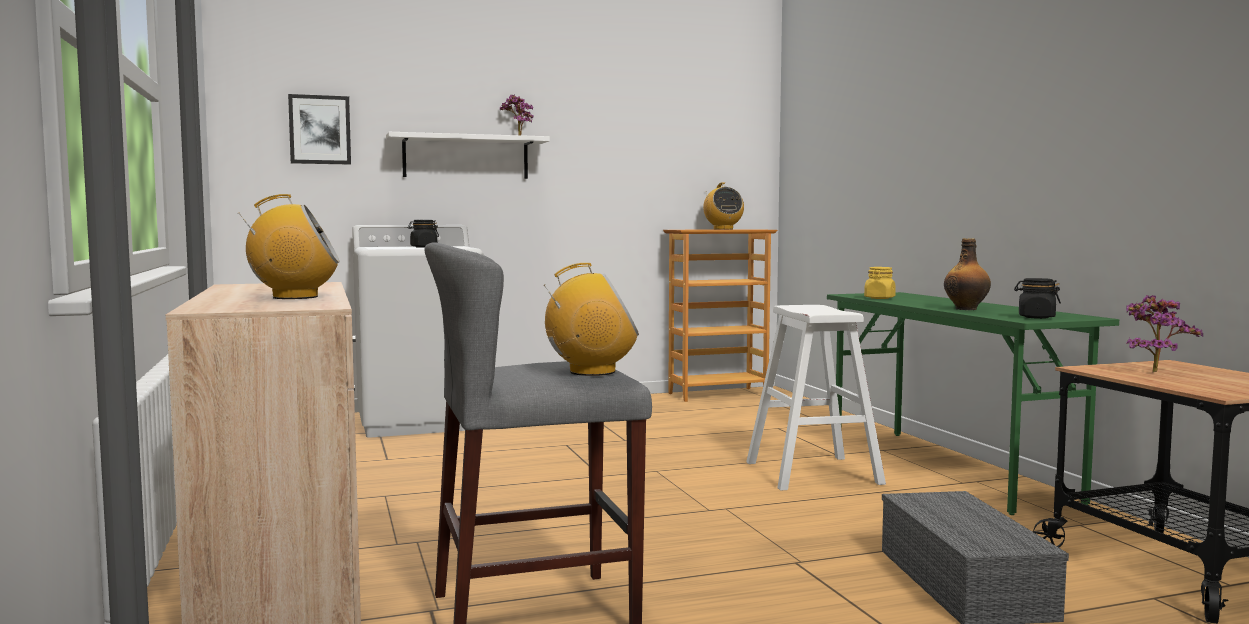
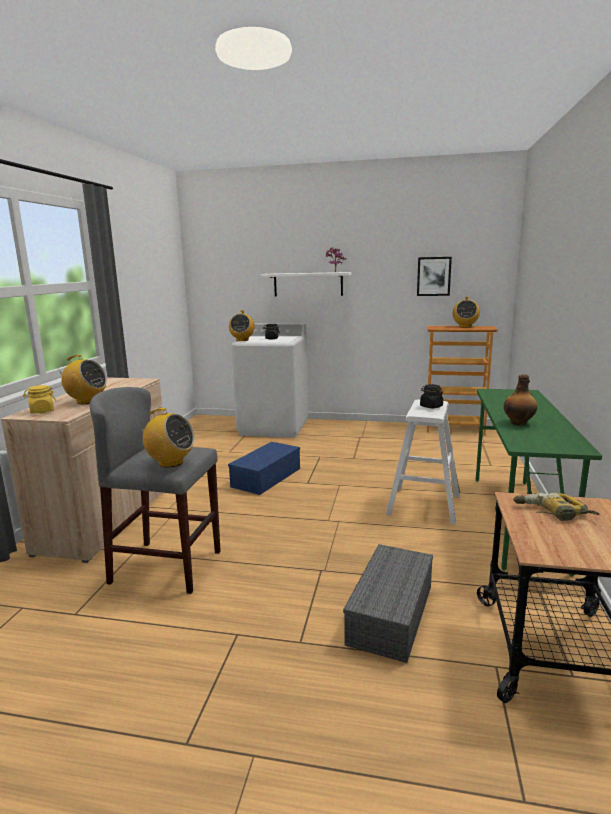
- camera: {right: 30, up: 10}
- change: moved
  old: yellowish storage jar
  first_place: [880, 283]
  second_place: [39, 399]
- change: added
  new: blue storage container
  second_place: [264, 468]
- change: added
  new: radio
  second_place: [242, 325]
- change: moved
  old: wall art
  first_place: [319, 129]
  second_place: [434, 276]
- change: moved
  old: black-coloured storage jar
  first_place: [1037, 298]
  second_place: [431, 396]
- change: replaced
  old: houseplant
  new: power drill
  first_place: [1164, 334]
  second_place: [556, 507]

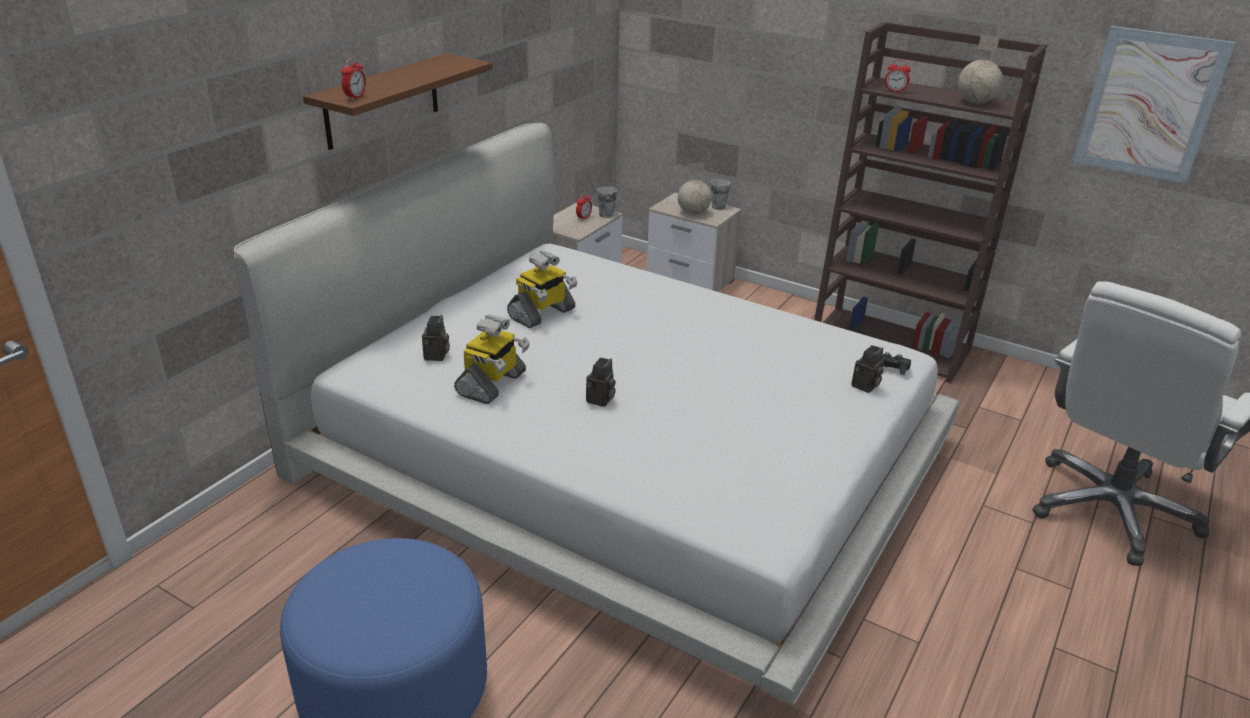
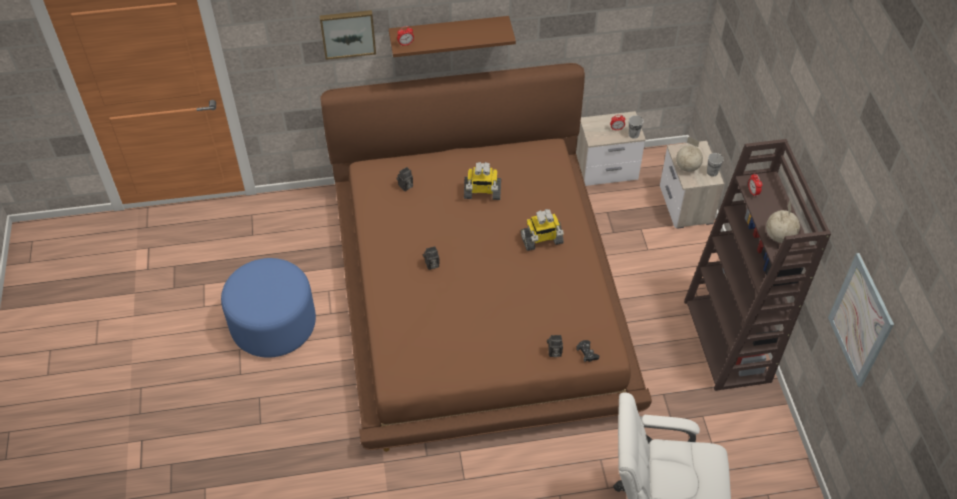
- camera: {right: 50, up: 20}
- change: added
  new: wall art
  second_place: [348, 35]
- change: recoloured
  old: white bed
  new: brown bed
  first_place: [597, 414]
  second_place: [486, 257]
- change: moved
  old: toy robot
  first_place: [492, 359]
  second_place: [542, 230]

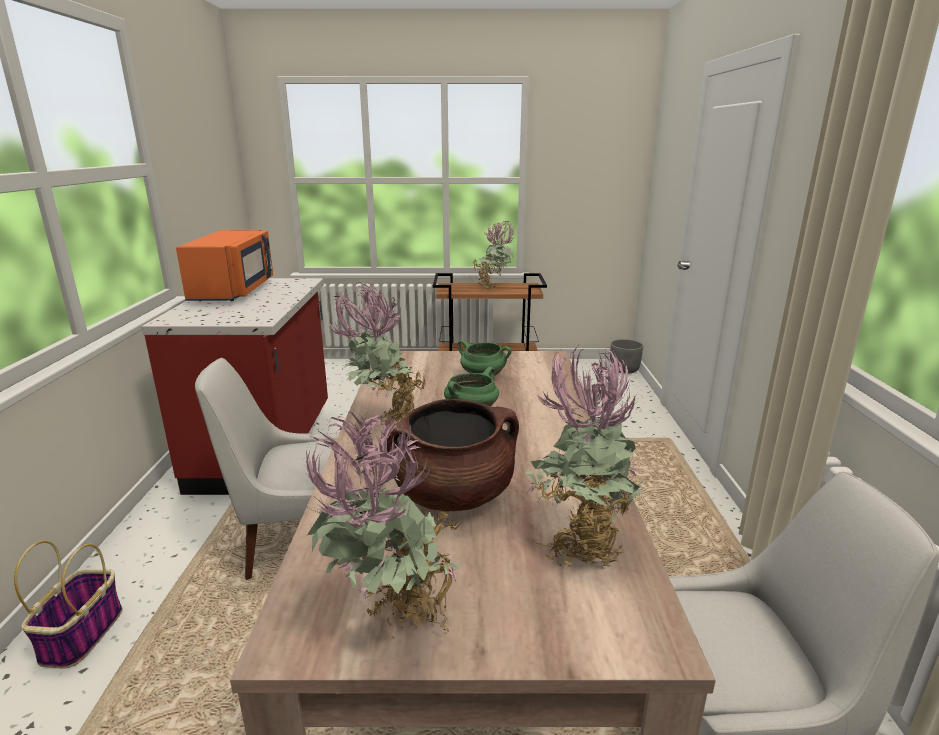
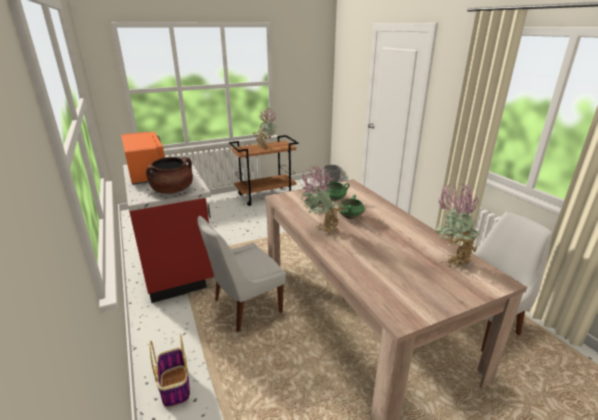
- camera: {right: -25, up: 5}
- change: moved
  old: brown cooking pot
  first_place: [453, 455]
  second_place: [169, 175]
- change: removed
  old: houseplant
  first_place: [383, 526]

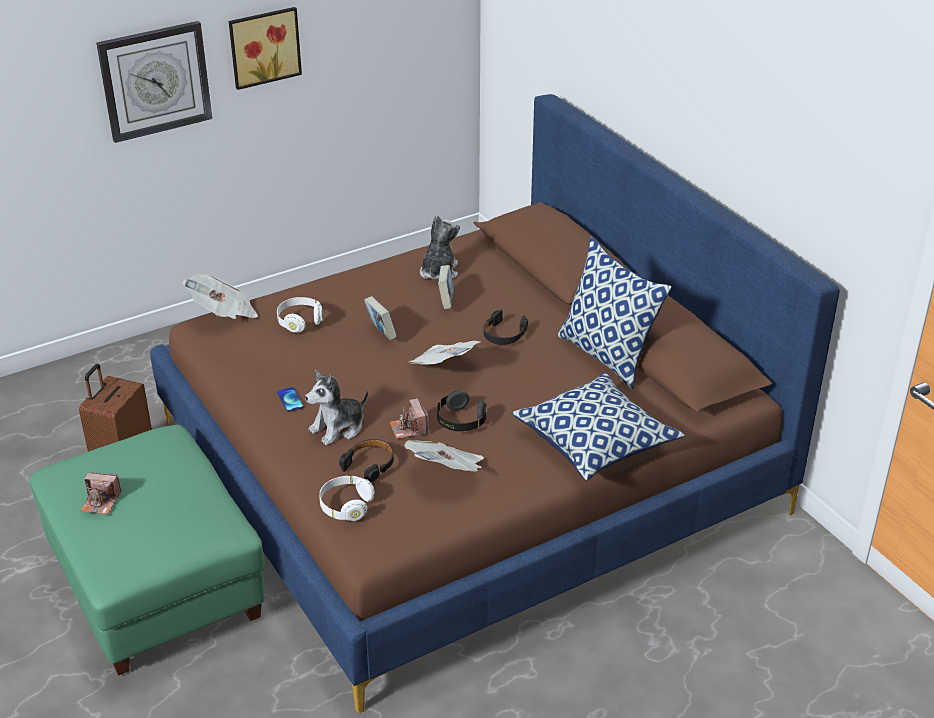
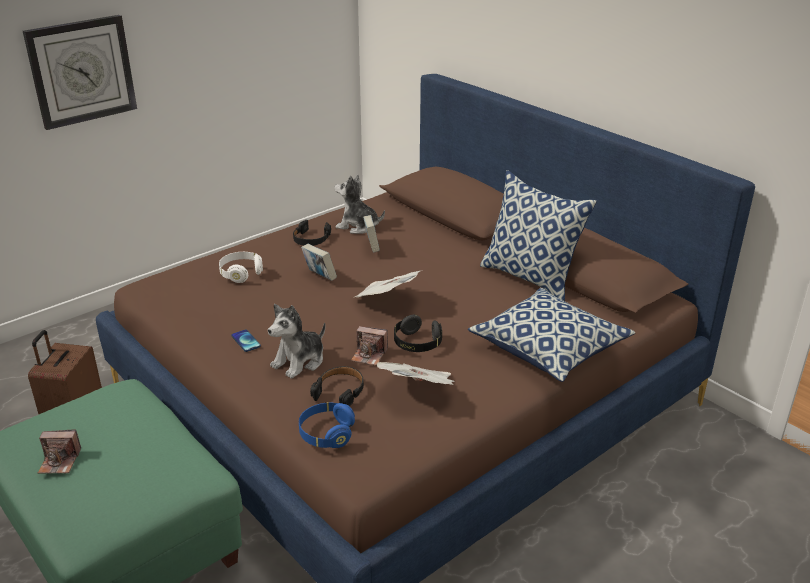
- camera: {right: -10, up: -5}
- change: moved
  old: black-coloured headphones
  first_place: [505, 327]
  second_place: [312, 233]
- change: recoloured
  old: white headphones
  new: blue headphones
  first_place: [347, 498]
  second_place: [327, 425]
- change: turned
  old: plush toy
  first_place: [440, 247]
  second_place: [359, 204]
  degrees: -75
- change: turned
  old: photo camera
  first_place: [409, 418]
  second_place: [369, 346]
  degrees: -45
- change: removed
  old: daily paper
  first_place: [220, 296]
- change: removed
  old: wall art
  first_place: [265, 48]

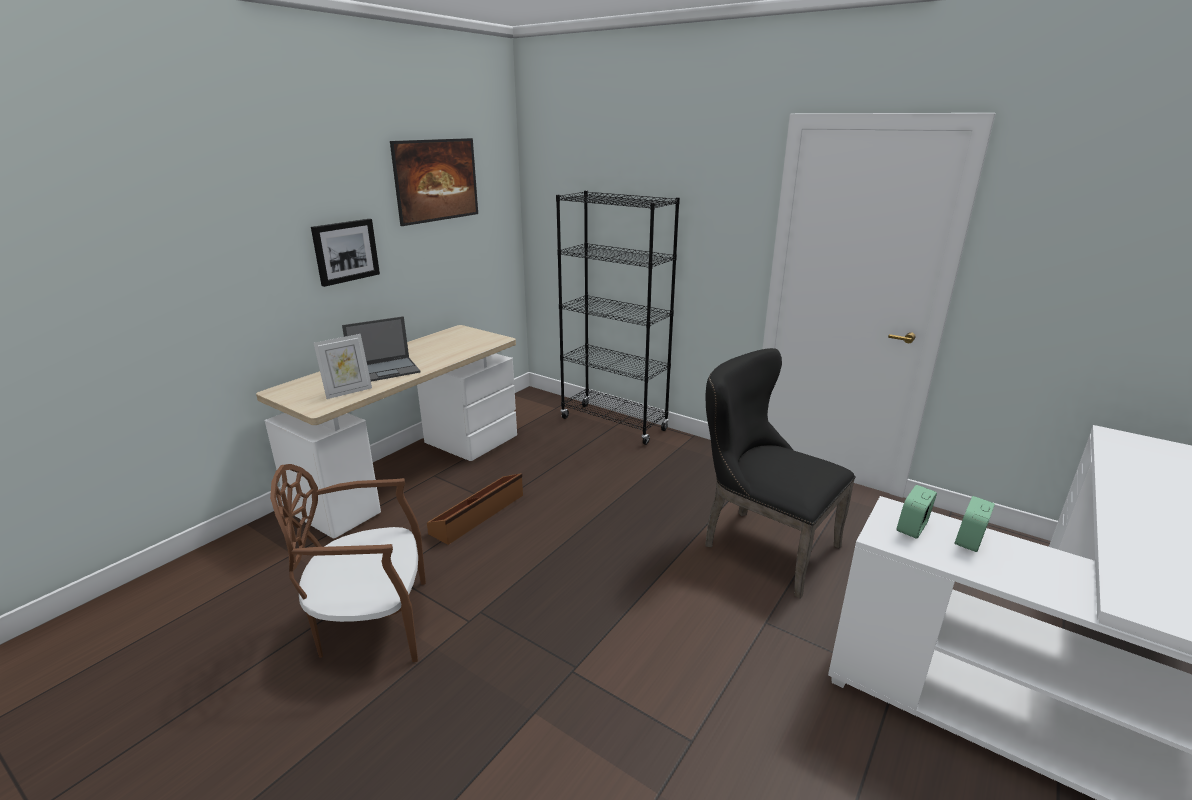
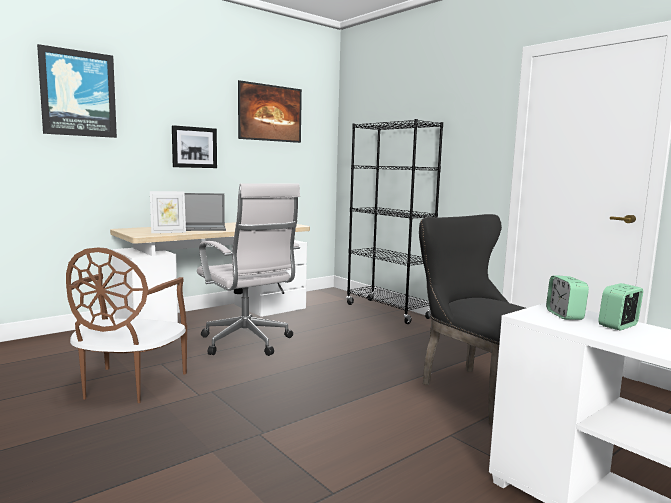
- camera: {right: 15, up: -15}
- change: added
  new: wall art
  second_place: [77, 91]
- change: turned
  old: brown upright chair
  first_place: [348, 563]
  second_place: [126, 325]
  degrees: -90
- change: replaced
  old: brown storage container
  new: white office chair
  first_place: [475, 509]
  second_place: [248, 269]
- change: turned
  old: table clock
  first_place: [916, 512]
  second_place: [567, 297]
  degrees: -60

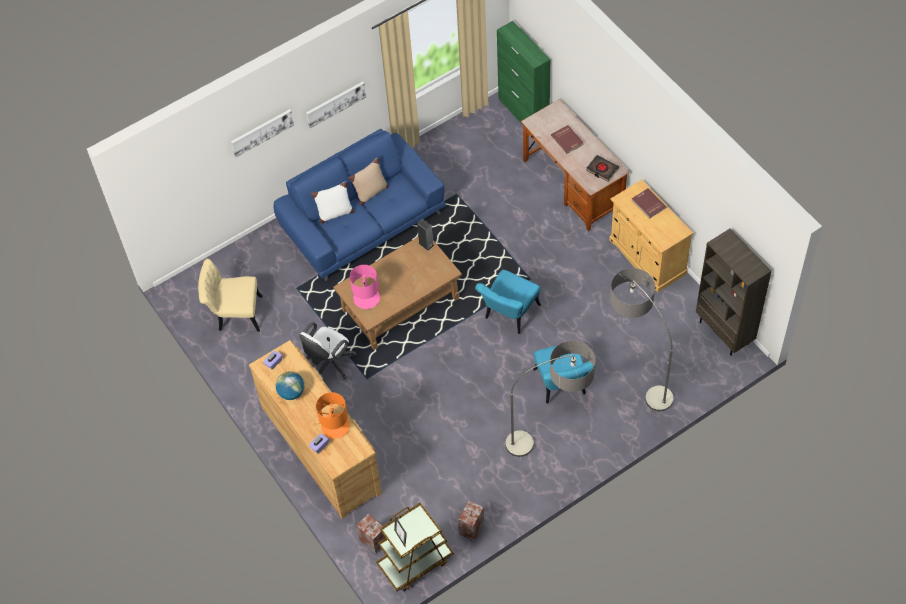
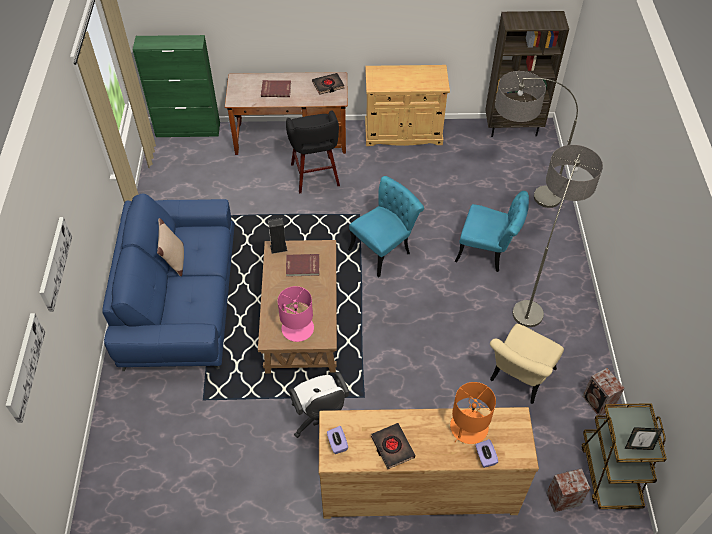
- camera: {right: -60, up: -5}
- change: moved
  old: wall art
  first_place: [336, 105]
  second_place: [25, 368]
- change: added
  new: black-coloured sitting stool
  second_place: [313, 152]
- change: moved
  old: red bound book
  first_place: [649, 203]
  second_place: [302, 265]
- change: turned
  old: blue-green upright chair
  first_place: [508, 302]
  second_place: [386, 226]
  degrees: -105
- change: replaced
  old: globe
  new: black-coloured bound book
  first_place: [290, 385]
  second_place: [393, 446]
- change: moved
  old: beige-coloured upright chair
  first_place: [230, 295]
  second_place: [527, 364]
- change: removed
  old: white cushion
  first_place: [332, 202]

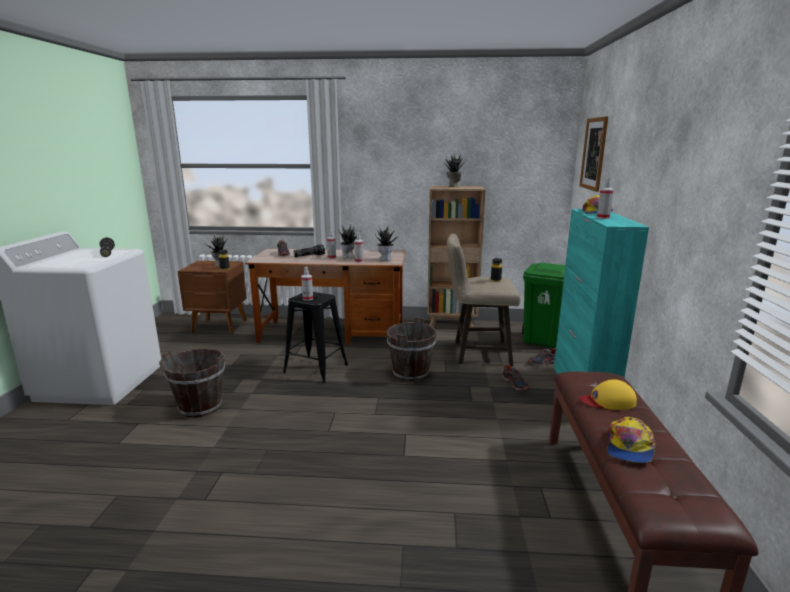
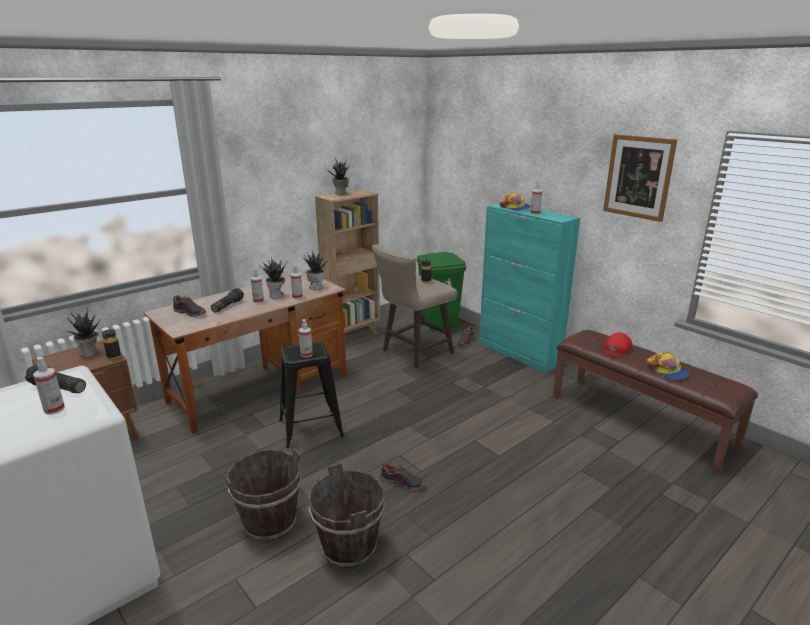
- camera: {right: -45, up: 5}
- change: added
  new: hand sprayer
  second_place: [49, 386]
- change: moved
  old: brown pail
  first_place: [412, 349]
  second_place: [346, 515]
- change: moved
  old: item of footwear
  first_place: [515, 378]
  second_place: [402, 476]
- change: moved
  old: wall art
  first_place: [593, 154]
  second_place: [640, 178]
- change: recoloured
  old: yellowish peaked cap
  new: red peaked cap
  first_place: [608, 394]
  second_place: [617, 344]

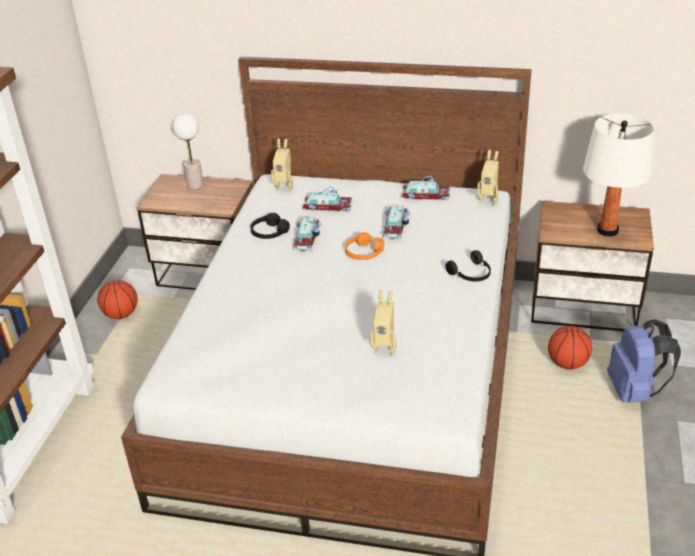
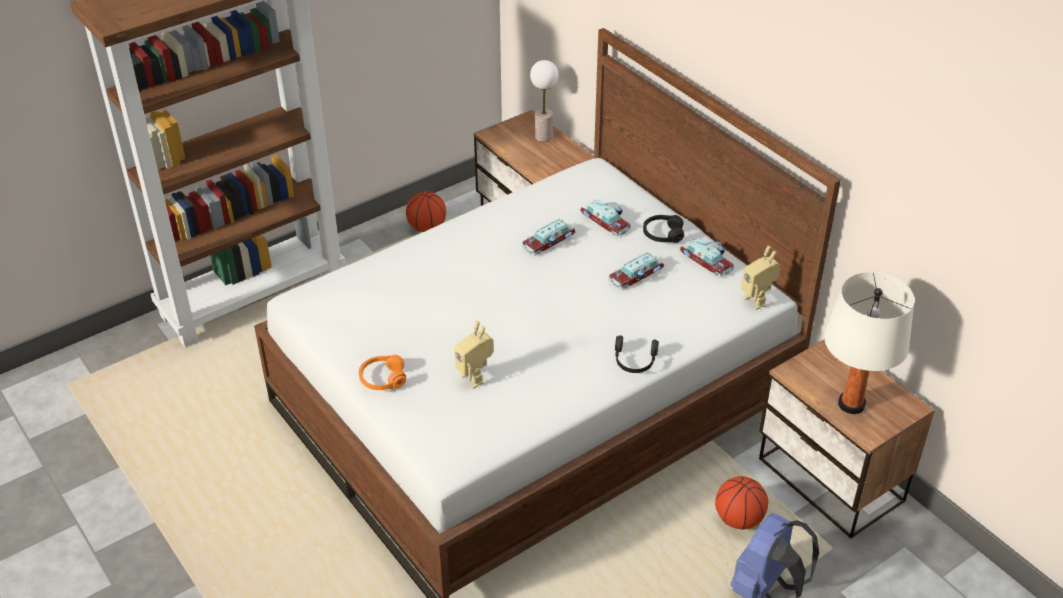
- camera: {right: 40, up: 5}
- change: moved
  old: orange-coloured headphones
  first_place: [364, 246]
  second_place: [382, 372]
- change: moved
  old: black-coloured headphones
  first_place: [270, 226]
  second_place: [663, 229]
- change: removed
  old: toy robot
  first_place: [282, 165]

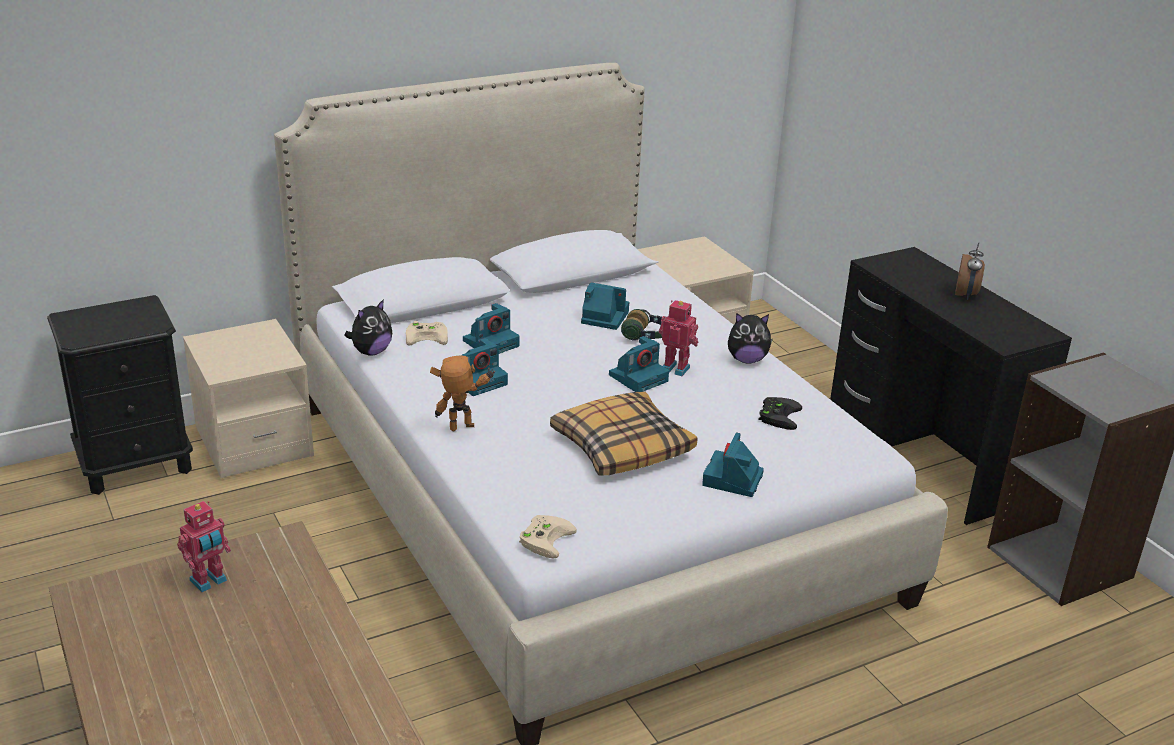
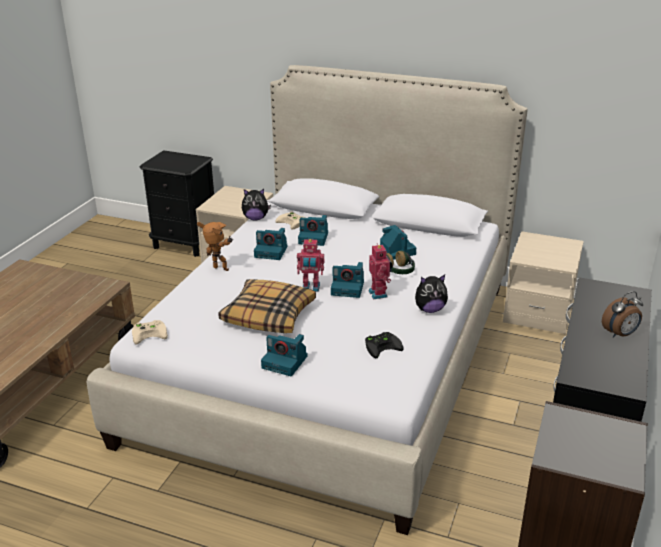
- camera: {right: 50, up: 0}
- change: turned
  old: photo camera
  first_place: [733, 464]
  second_place: [284, 355]
  degrees: -135
- change: moved
  old: toy robot
  first_place: [204, 546]
  second_place: [311, 265]
- change: turned
  old: plush toy
  first_place: [750, 338]
  second_place: [431, 294]
  degrees: -60

